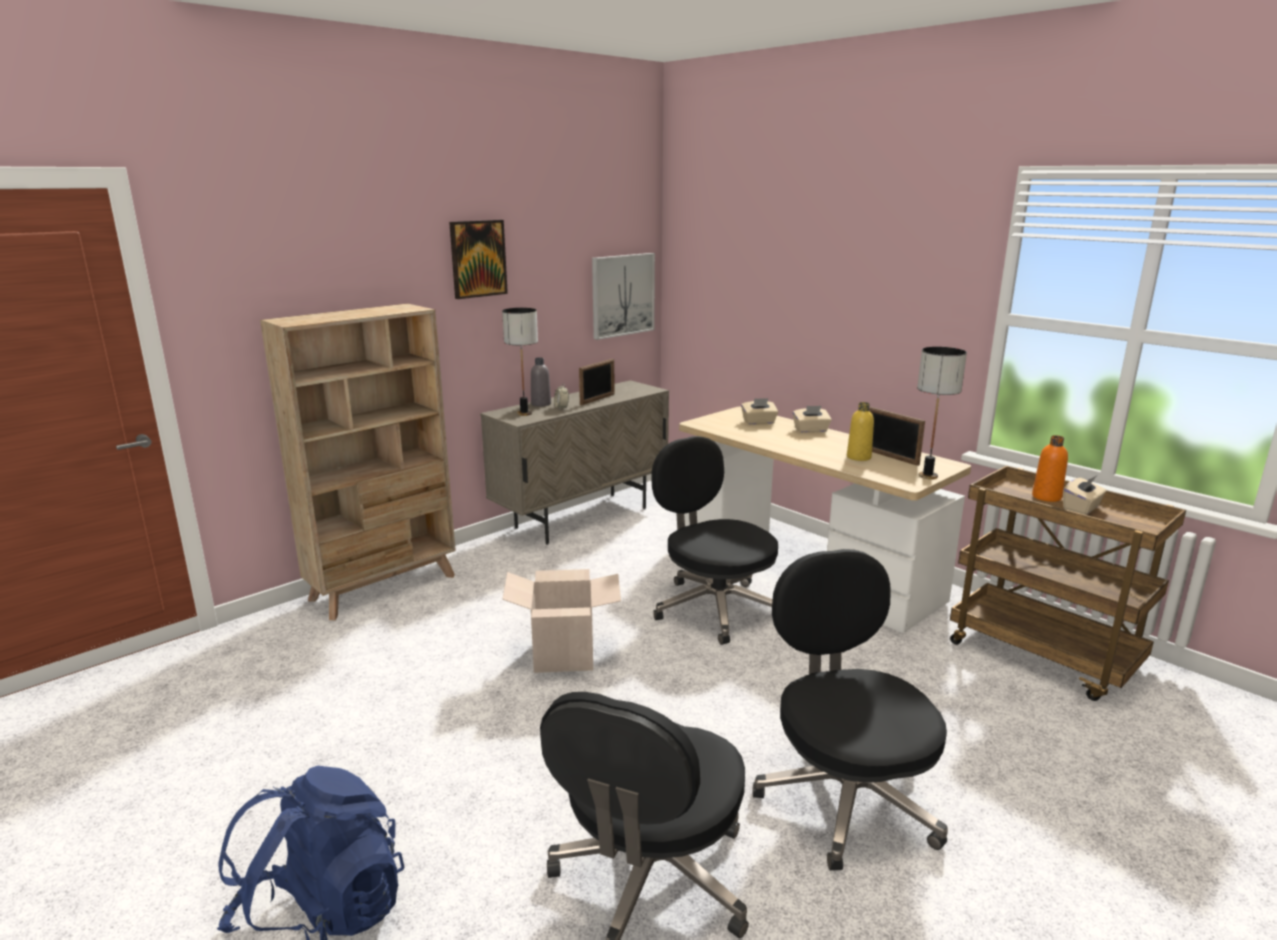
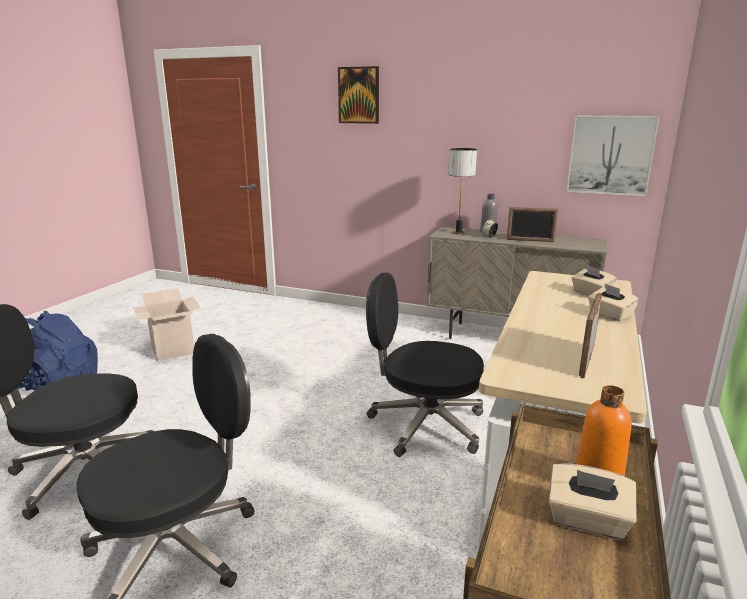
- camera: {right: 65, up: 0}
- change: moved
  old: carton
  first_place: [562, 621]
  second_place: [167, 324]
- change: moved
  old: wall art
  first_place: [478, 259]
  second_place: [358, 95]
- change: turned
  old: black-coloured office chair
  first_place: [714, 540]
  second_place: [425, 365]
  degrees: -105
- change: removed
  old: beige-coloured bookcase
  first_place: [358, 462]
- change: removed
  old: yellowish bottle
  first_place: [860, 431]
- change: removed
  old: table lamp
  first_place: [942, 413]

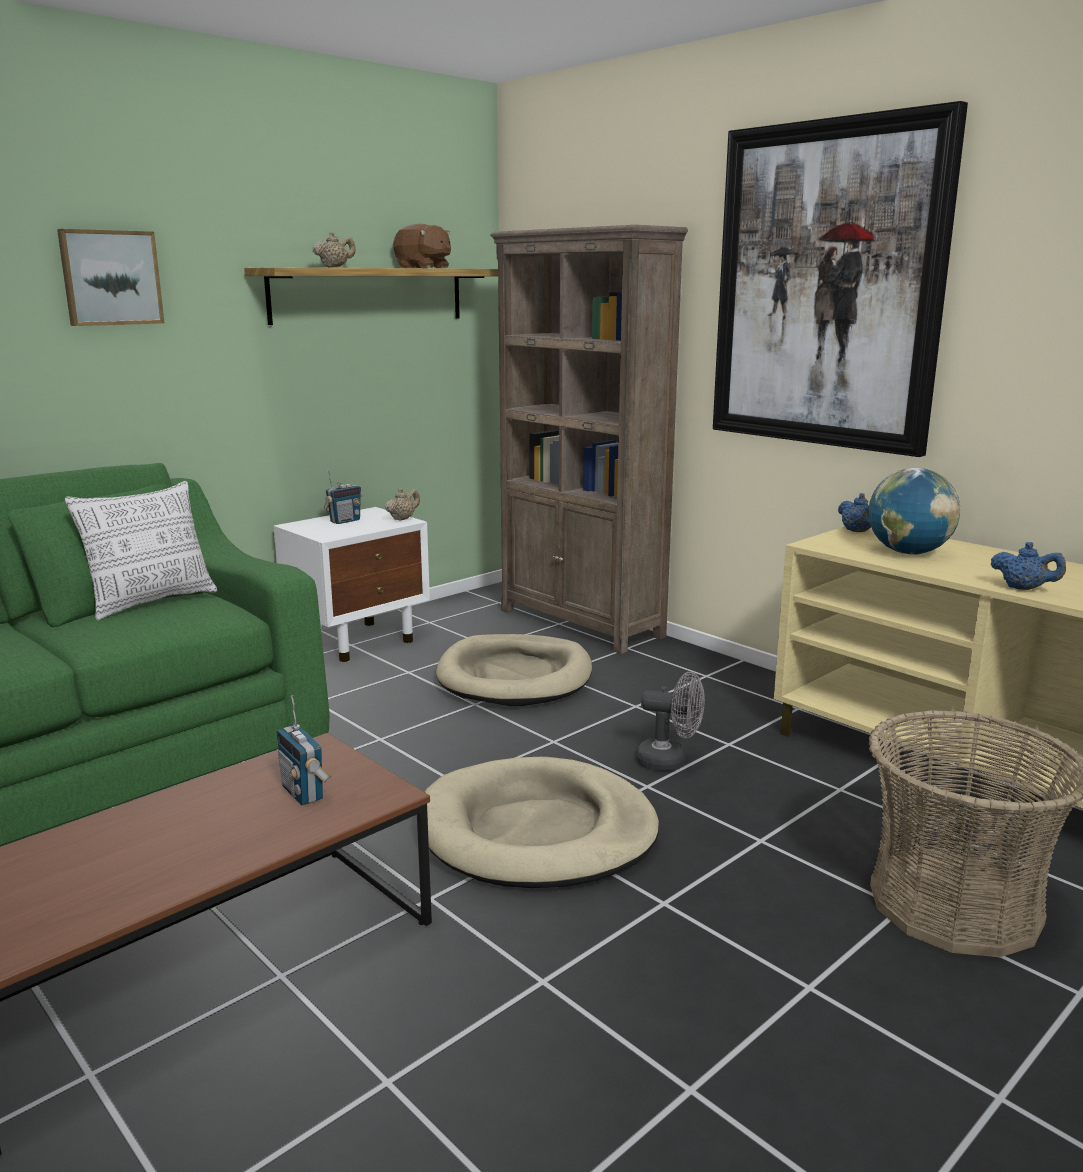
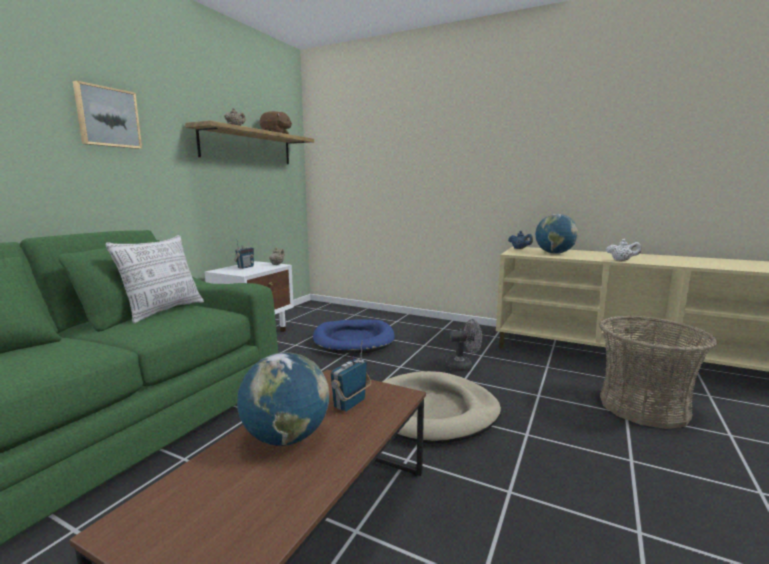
- camera: {right: -20, up: -5}
- change: added
  new: globe
  second_place: [283, 399]
- change: recoloured
  old: beige-coloured pet bed
  new: blue pet bed
  first_place: [514, 670]
  second_place: [354, 336]
- change: turned
  old: radio
  first_place: [303, 750]
  second_place: [351, 376]
  degrees: 90
- change: recoloured
  old: blue teapot
  new: white teapot
  first_place: [1028, 566]
  second_place: [623, 250]
- change: removed
  old: brown bookcase
  first_place: [589, 439]
- change: removed
  old: wall art
  first_place: [840, 279]

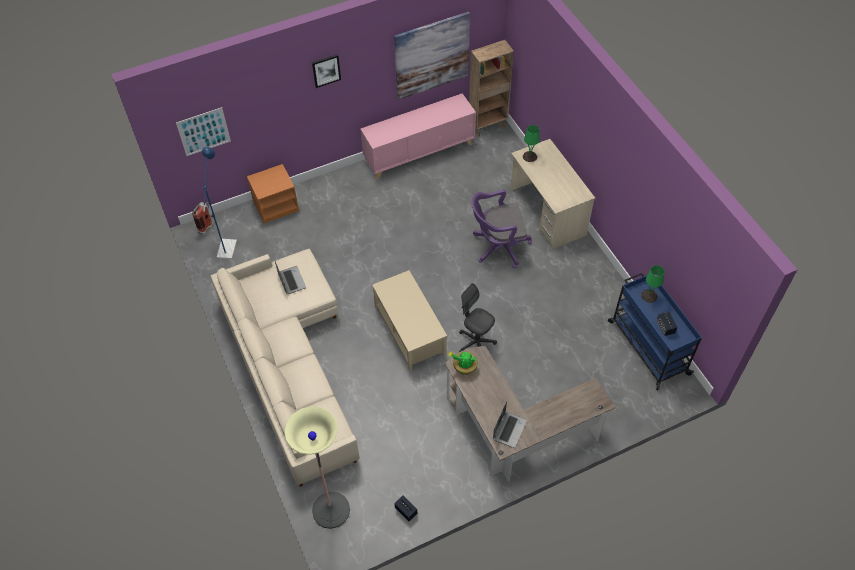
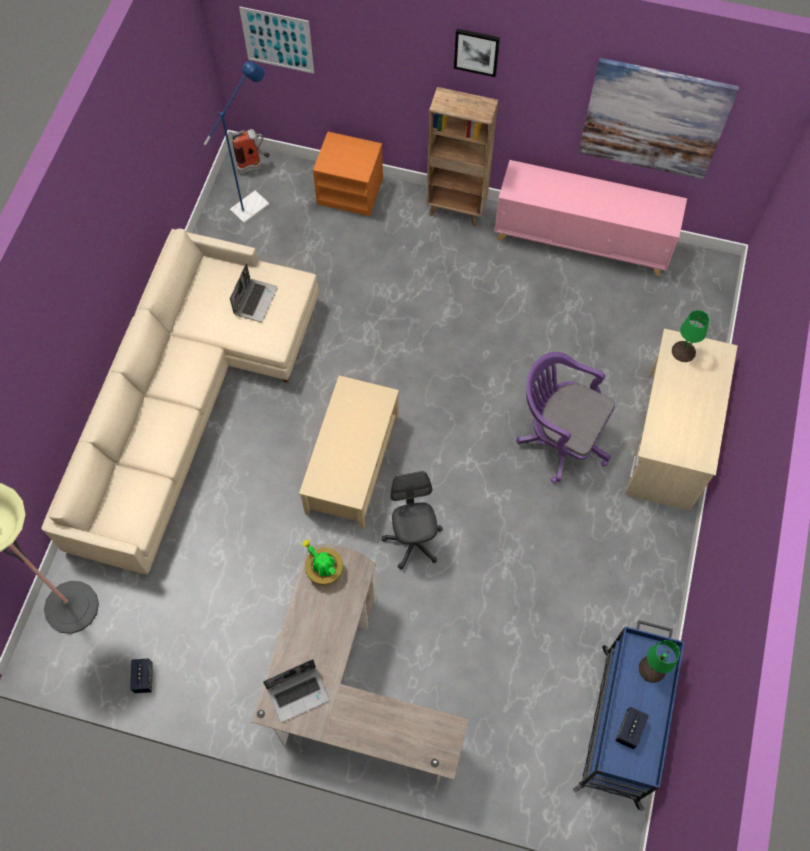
- camera: {right: 40, up: 10}
- change: moved
  old: brown bookcase
  first_place: [491, 88]
  second_place: [462, 156]

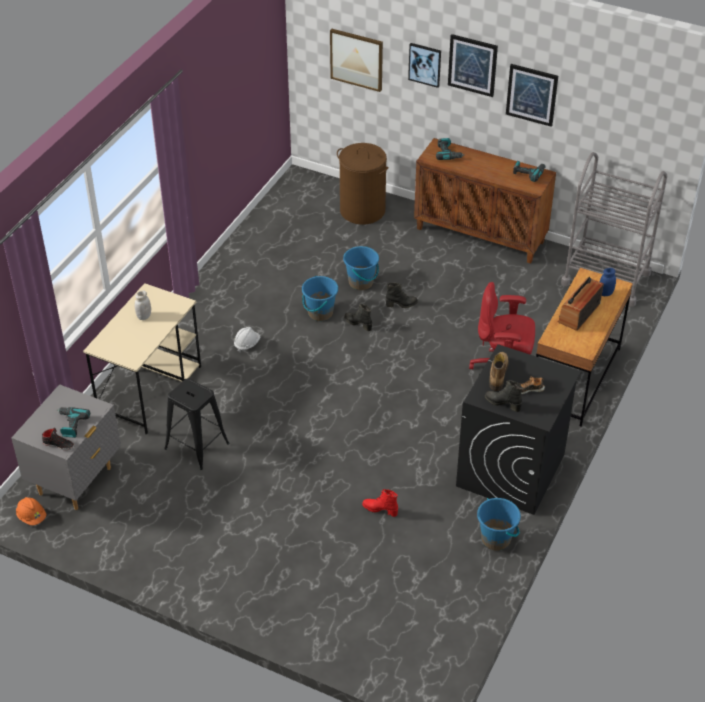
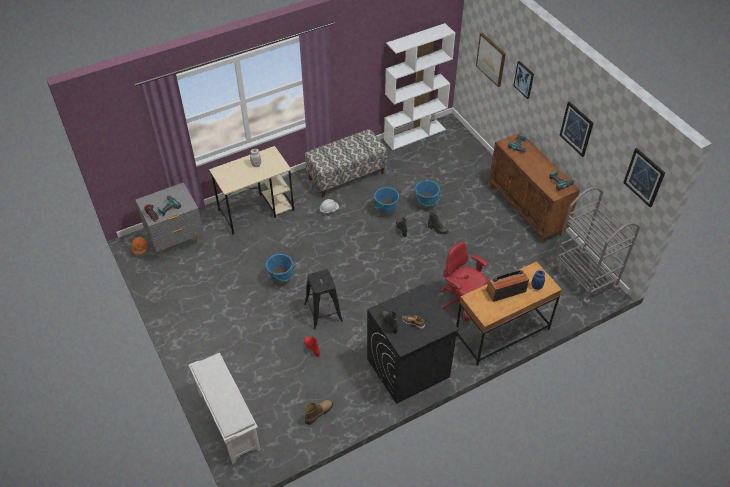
- camera: {right: 35, up: 5}
- change: added
  new: white shoe shelf
  second_place: [225, 408]
- change: moved
  old: blue pail
  first_place: [499, 524]
  second_place: [280, 269]
- change: moved
  old: black-coloured sitting stool
  first_place: [197, 424]
  second_place: [323, 299]
- change: added
  new: indoor bench
  second_place: [346, 163]
- change: moved
  old: boot
  first_place: [499, 371]
  second_place: [319, 412]
- change: added
  new: white bookcase
  second_place: [419, 86]
- change: moved
  old: wall art
  first_place: [473, 65]
  second_place: [644, 177]
- change: removed
  old: brown laundry basket
  first_place: [363, 184]

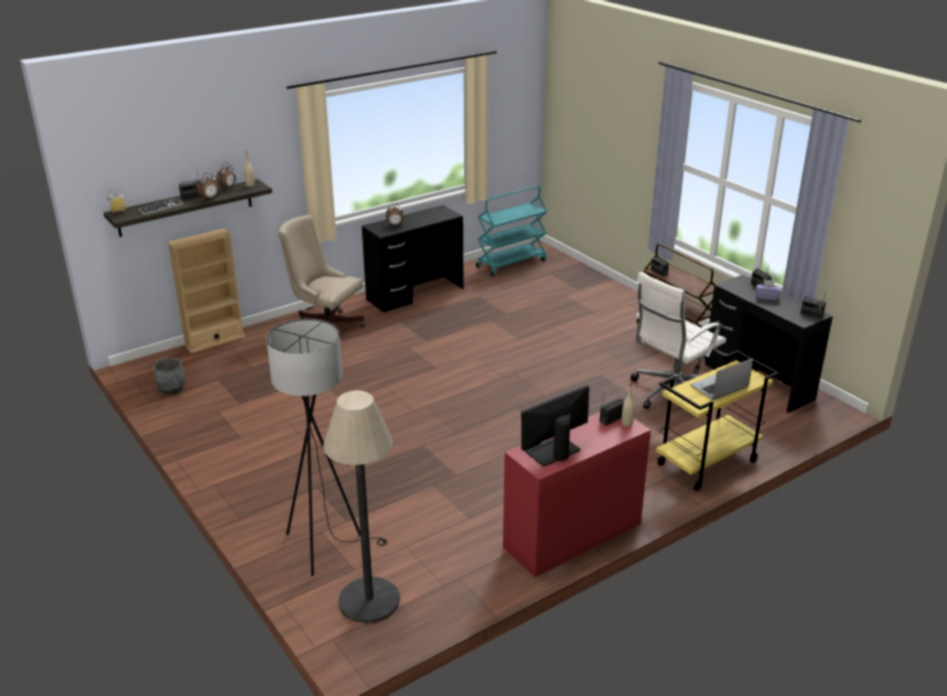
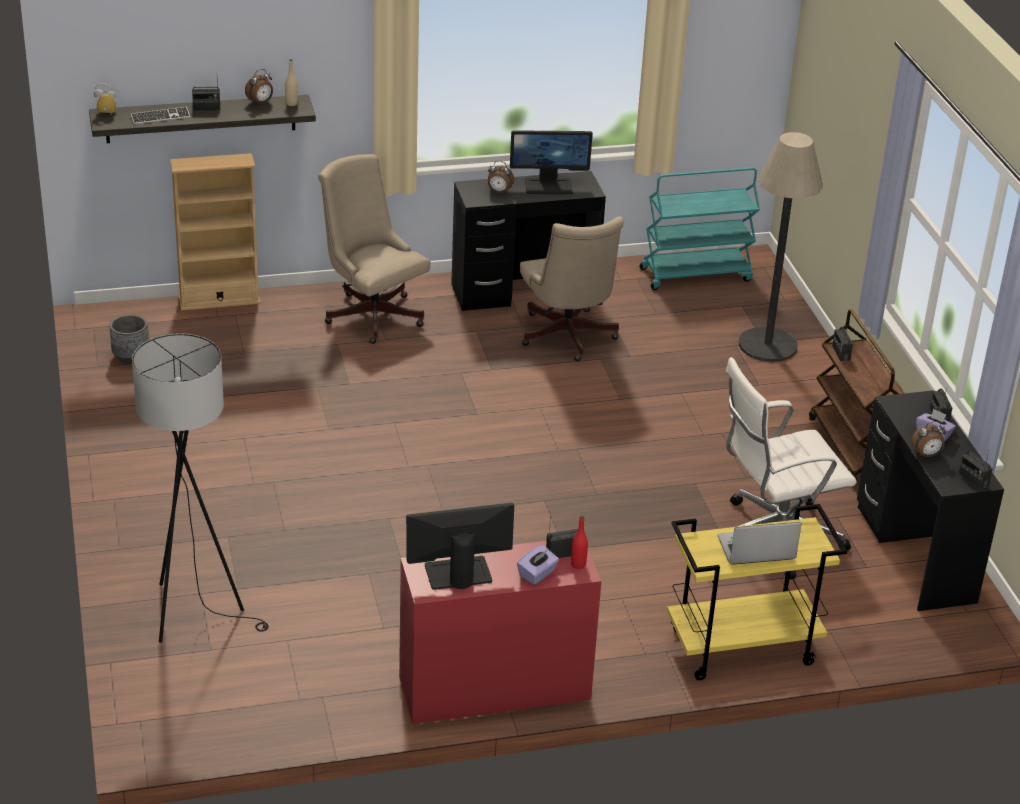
- camera: {right: 20, up: 5}
- change: added
  new: computer screen
  second_place: [551, 162]
- change: added
  new: purplish tissue holder
  second_place: [538, 565]
- change: added
  new: beige-coloured office chair
  second_place: [572, 288]
- change: recoloured
  old: beige-coloured bottle
  new: red bottle
  first_place: [628, 406]
  second_place: [579, 542]
- change: moved
  old: standing lamp
  first_place: [361, 506]
  second_place: [780, 247]
- change: moved
  old: table clock
  first_place: [208, 186]
  second_place: [928, 439]

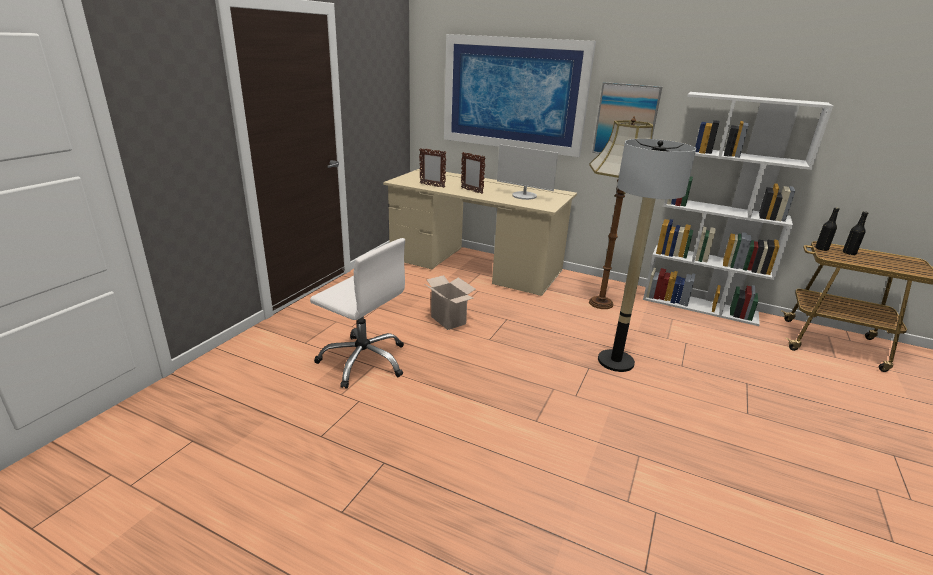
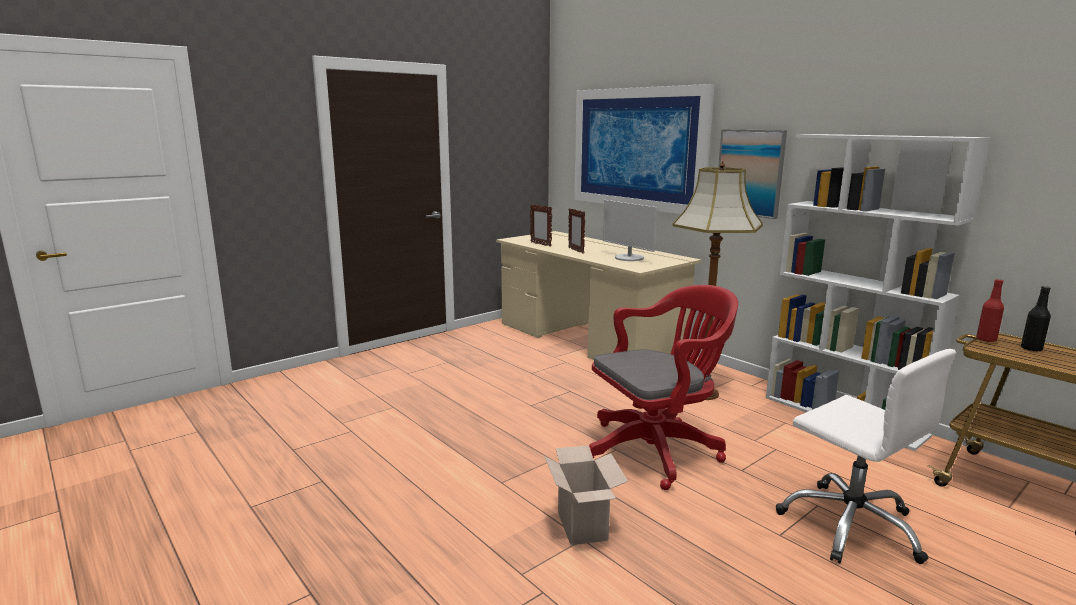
- camera: {right: 25, up: -10}
- change: moved
  old: carton
  first_place: [450, 302]
  second_place: [586, 495]
- change: replaced
  old: standing lamp
  new: red office chair
  first_place: [647, 255]
  second_place: [663, 387]
- change: moved
  old: white office chair
  first_place: [357, 313]
  second_place: [866, 456]
- change: recoloured
  old: black-coloured bottle
  new: red bottle
  first_place: [827, 229]
  second_place: [990, 310]

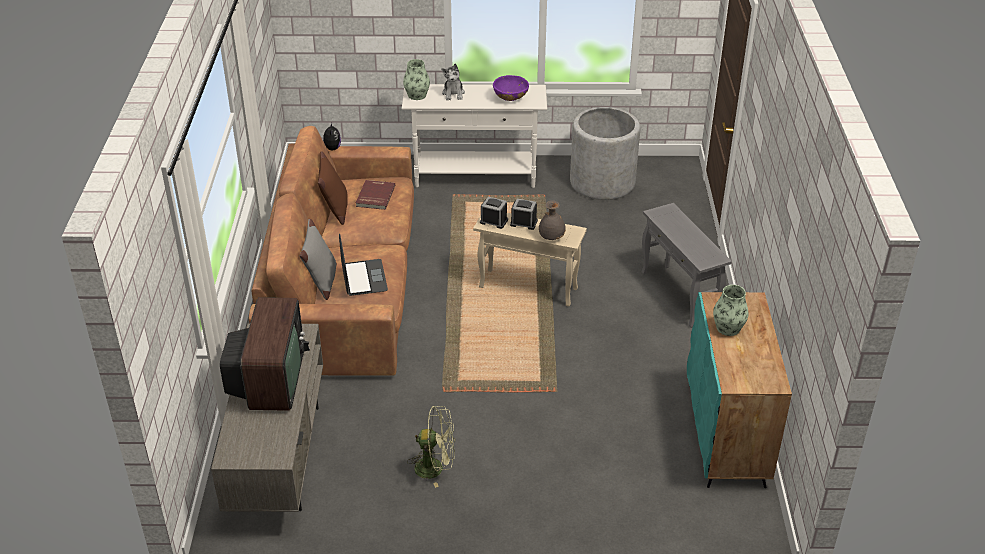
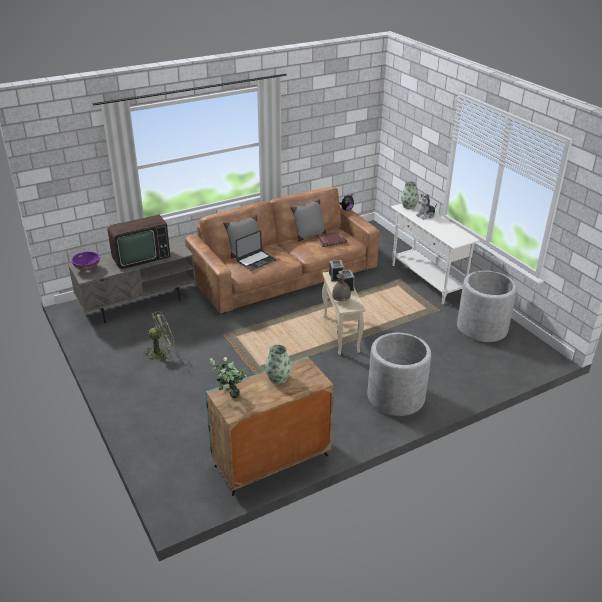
- camera: {right: 60, up: -5}
- change: moved
  old: purplish deep dish
  first_place: [511, 88]
  second_place: [86, 261]
- change: turned
  old: green-coloured electric fan
  first_place: [431, 447]
  second_place: [159, 336]
  degrees: -90
- change: added
  new: houseplant
  second_place: [229, 377]
- change: recoloured
  old: brown cushion
  new: gray cushion
  first_place: [333, 188]
  second_place: [308, 220]
- change: replaced
  old: gray accent table
  new: gray planter
  first_place: [686, 265]
  second_place: [399, 374]

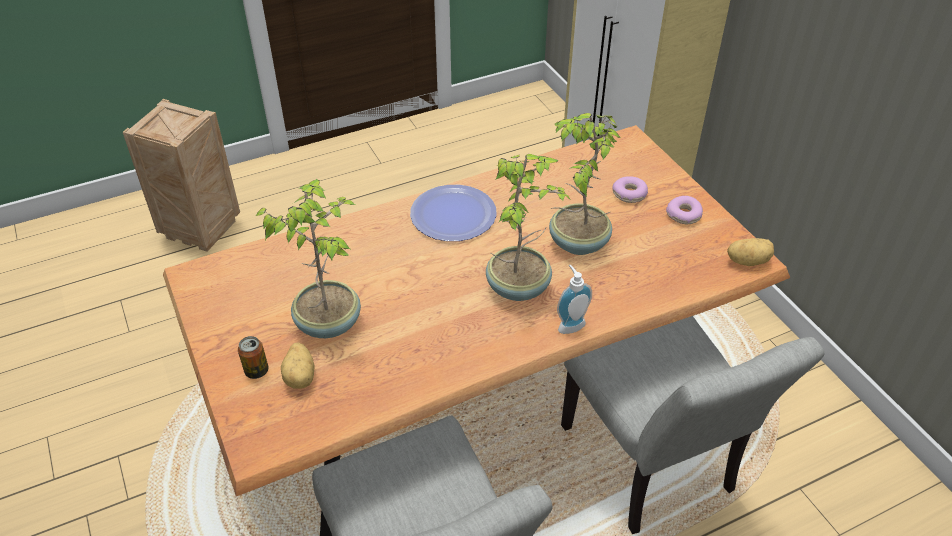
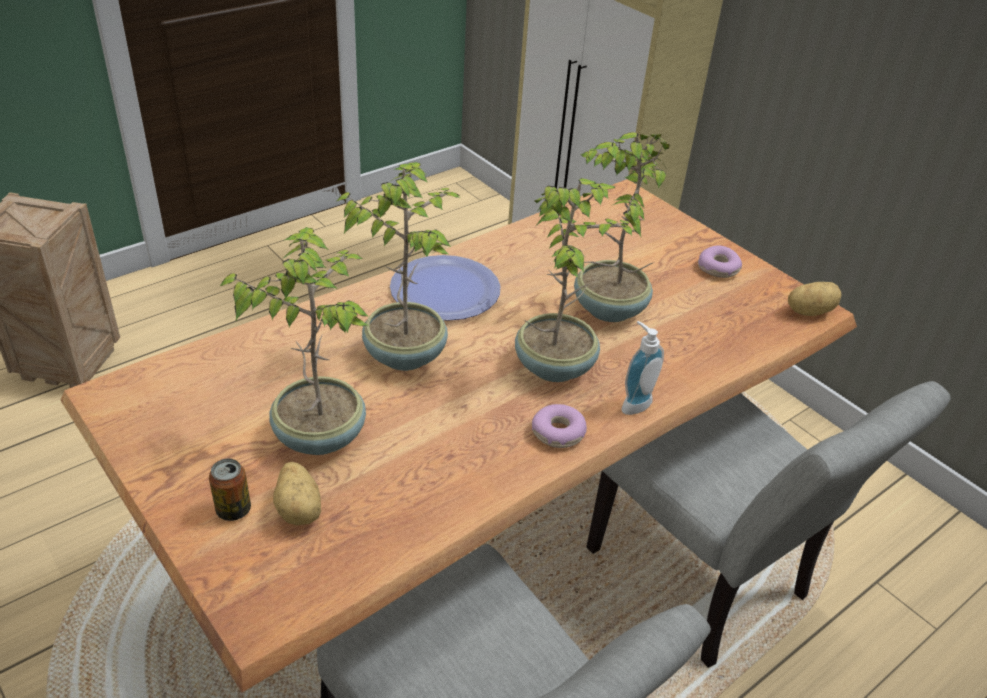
- camera: {right: -15, up: -5}
- change: added
  new: houseplant
  second_place: [398, 266]
- change: moved
  old: donut
  first_place: [630, 189]
  second_place: [559, 426]

